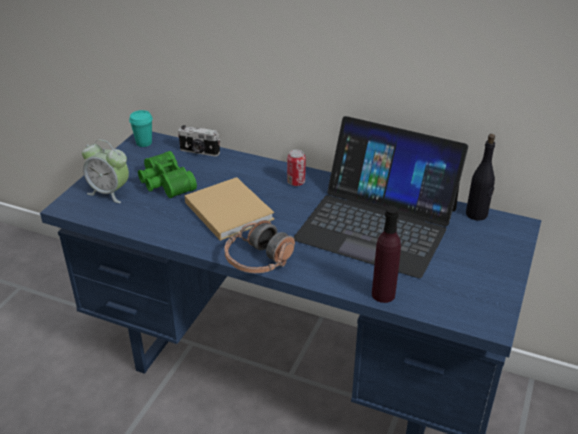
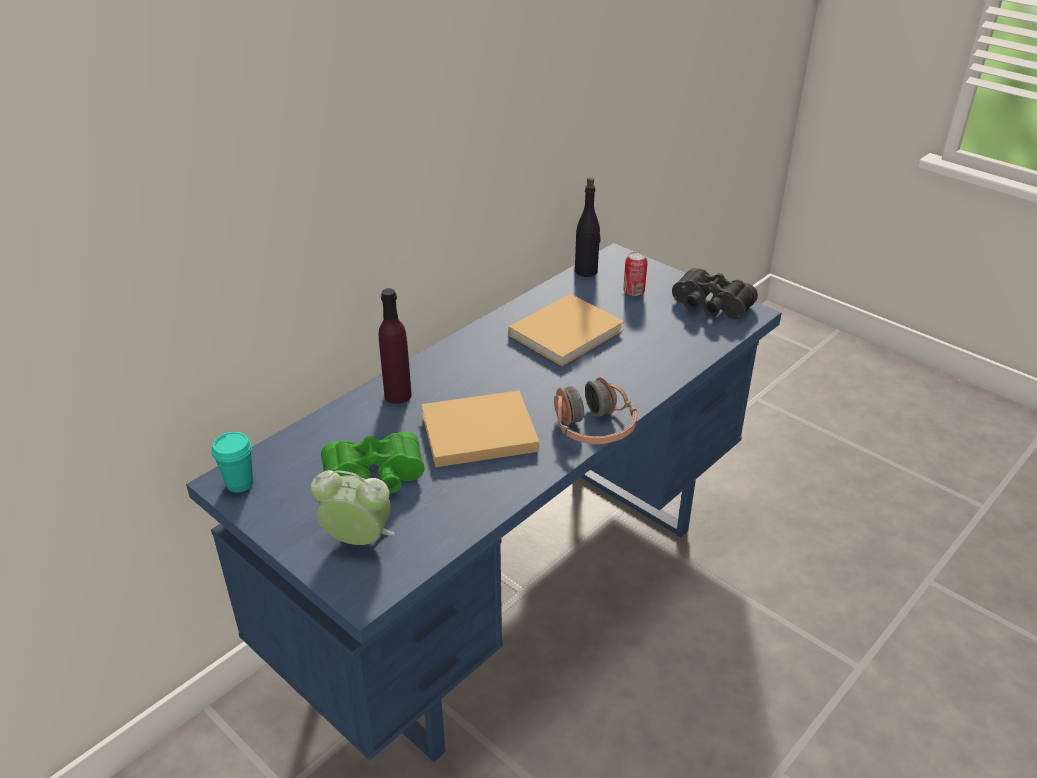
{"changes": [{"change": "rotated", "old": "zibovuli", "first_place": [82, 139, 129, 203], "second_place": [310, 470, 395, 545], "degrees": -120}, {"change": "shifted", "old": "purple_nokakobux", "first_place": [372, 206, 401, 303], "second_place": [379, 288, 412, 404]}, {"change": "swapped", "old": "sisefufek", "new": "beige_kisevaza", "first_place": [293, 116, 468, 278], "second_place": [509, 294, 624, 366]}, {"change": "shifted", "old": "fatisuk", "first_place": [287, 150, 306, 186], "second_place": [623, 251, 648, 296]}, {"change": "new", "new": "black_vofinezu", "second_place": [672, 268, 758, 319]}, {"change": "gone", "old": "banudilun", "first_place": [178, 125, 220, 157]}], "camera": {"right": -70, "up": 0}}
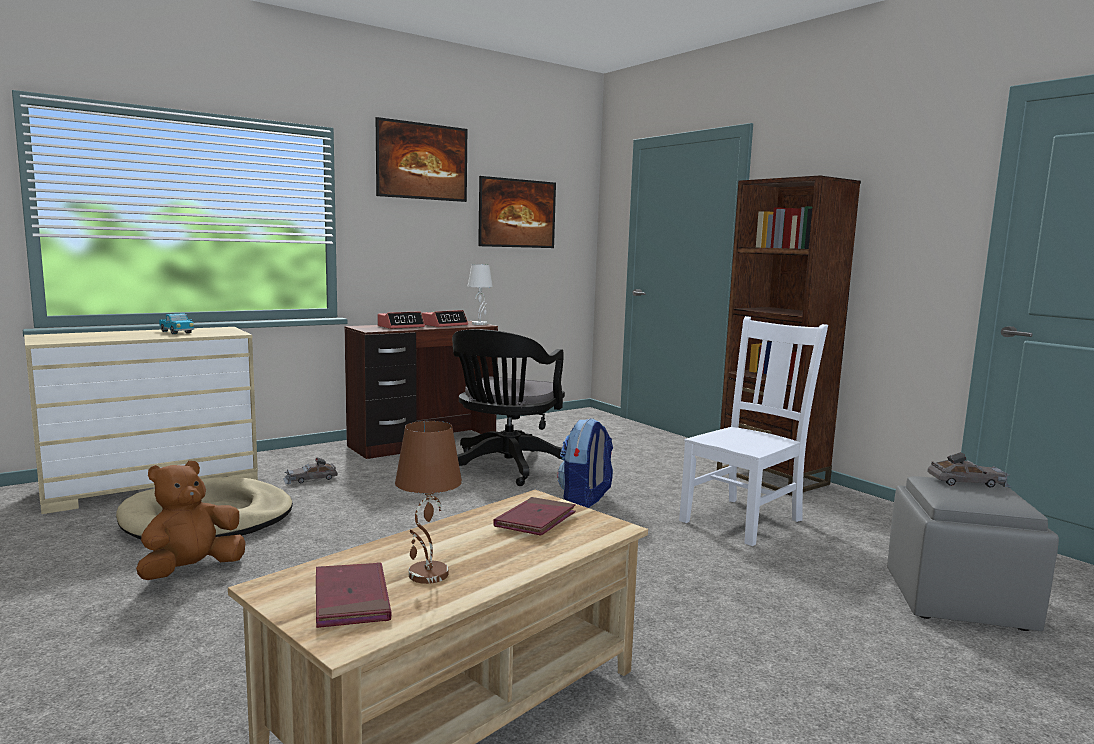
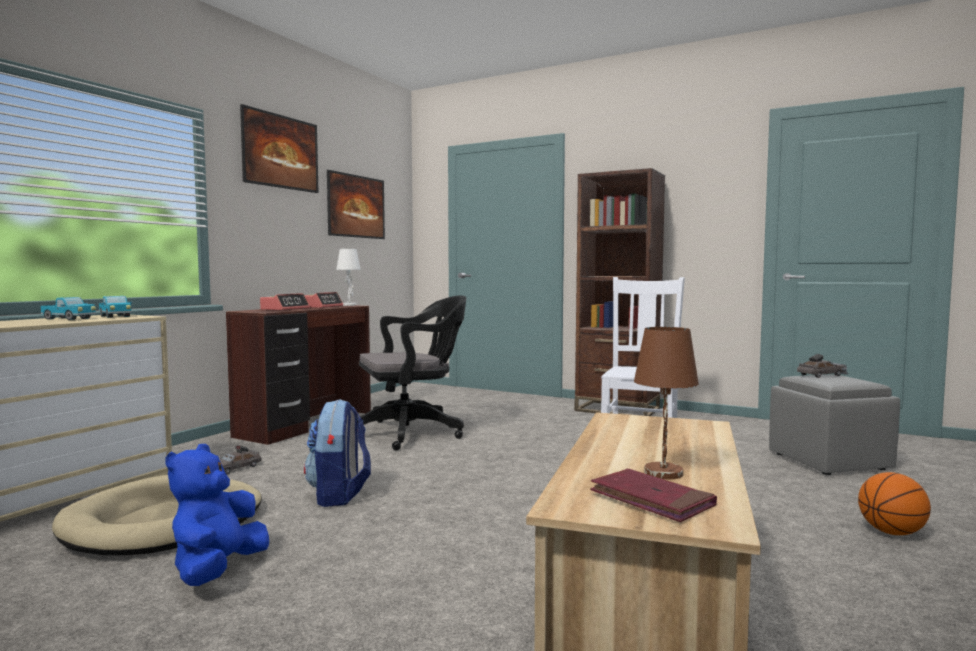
{"changes": [{"change": "new", "new": "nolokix", "second_place": [99, 296, 132, 318]}, {"change": "repainted", "old": "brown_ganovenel", "new": "blue_ganovenel", "first_place": [136, 461, 245, 580], "second_place": [165, 444, 269, 586]}, {"change": "shifted", "old": "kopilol", "first_place": [558, 418, 613, 508], "second_place": [304, 399, 371, 507]}, {"change": "rotated", "old": "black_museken", "first_place": [452, 329, 565, 486], "second_place": [357, 296, 466, 450], "degrees": -105}, {"change": "new", "new": "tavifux", "second_place": [858, 472, 931, 535]}, {"change": "gone", "old": "red_kisevaza", "first_place": [494, 497, 576, 536]}], "camera": {"right": -25, "up": -5}}
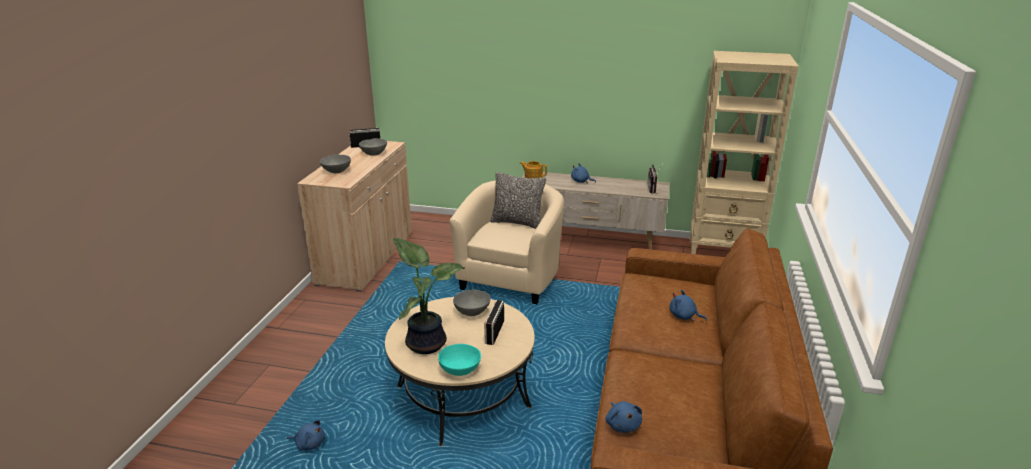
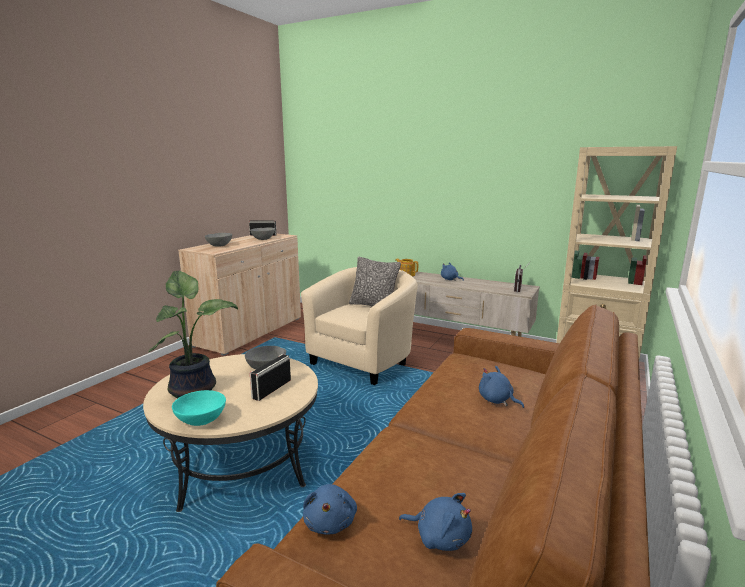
{"changes": [{"change": "shifted", "old": "blue_ganovenel", "first_place": [287, 420, 325, 451], "second_place": [399, 493, 472, 551]}], "camera": {"right": 15, "up": -10}}
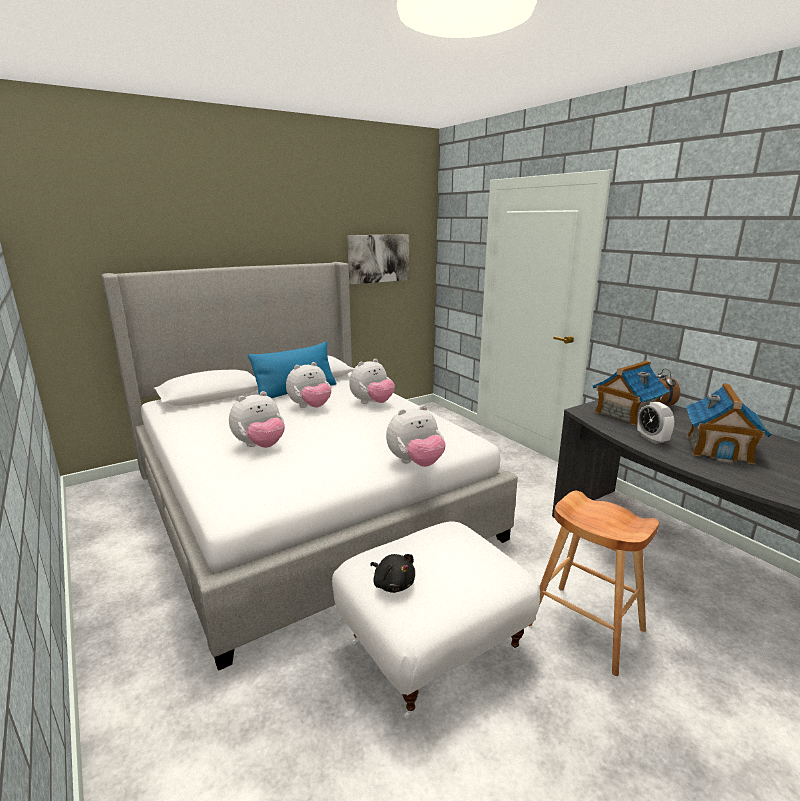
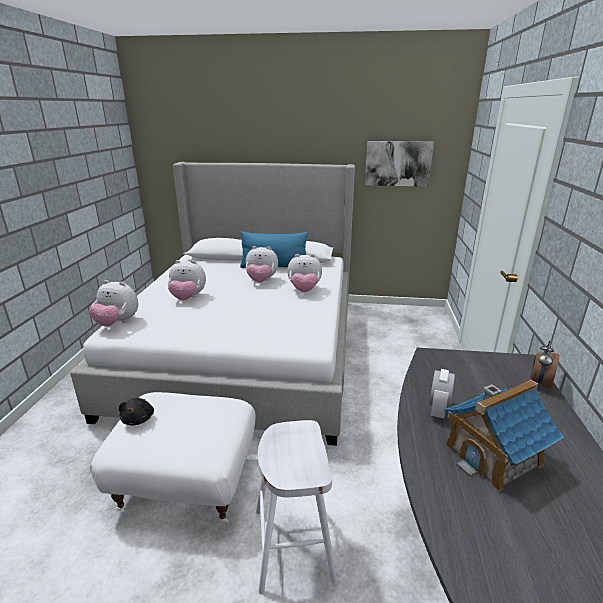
{"changes": [{"change": "shifted", "old": "ganovenel", "first_place": [386, 405, 446, 467], "second_place": [89, 280, 138, 327]}, {"change": "repainted", "old": "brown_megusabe", "new": "white_megusabe", "first_place": [529, 491, 659, 676], "second_place": [256, 420, 337, 594]}, {"change": "gone", "old": "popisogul", "first_place": [593, 360, 669, 426]}], "camera": {"right": 40, "up": 5}}
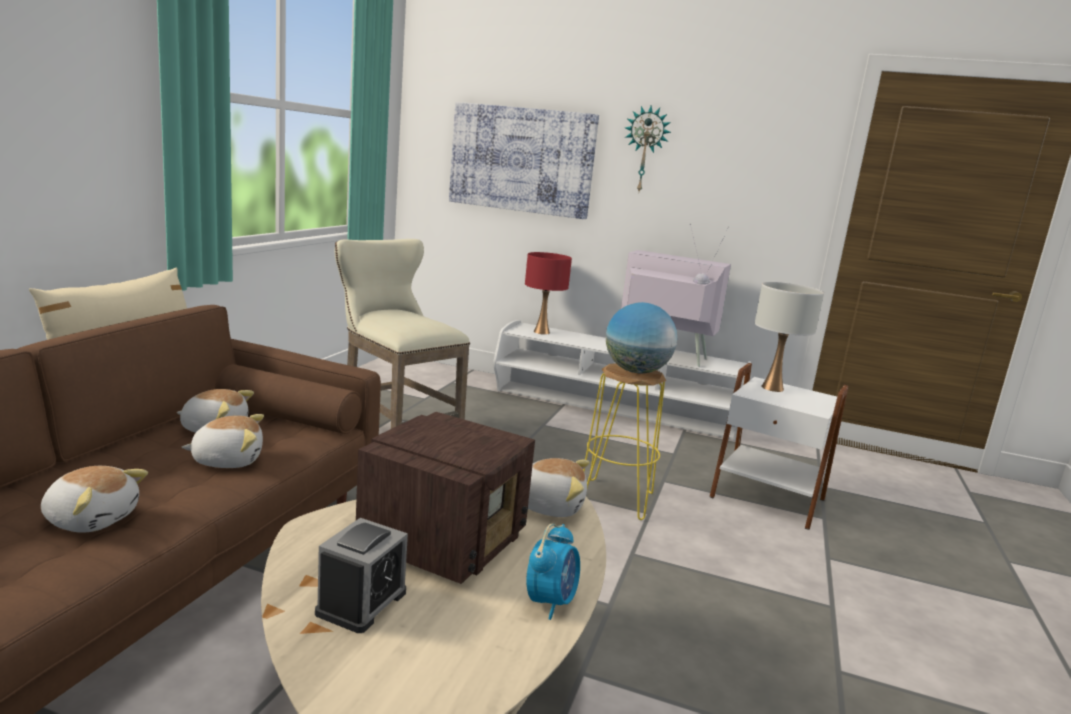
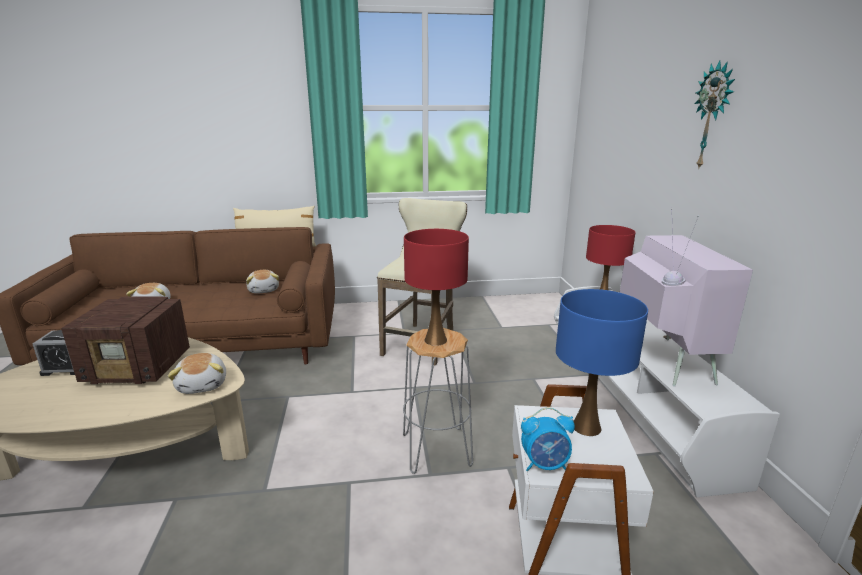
{"changes": [{"change": "repainted", "old": "yellow_megusabe", "new": "grey_megusabe", "first_place": [583, 363, 666, 520], "second_place": [403, 328, 473, 474]}, {"change": "swapped", "old": "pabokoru", "new": "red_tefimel", "first_place": [606, 302, 677, 374], "second_place": [404, 229, 469, 346]}, {"change": "shifted", "old": "zibovuli", "first_place": [526, 524, 580, 620], "second_place": [521, 407, 575, 471]}, {"change": "repainted", "old": "white_tefimel", "new": "blue_tefimel", "first_place": [755, 282, 824, 392], "second_place": [556, 289, 648, 436]}, {"change": "gone", "old": "ganovenel", "first_place": [181, 414, 264, 468]}, {"change": "gone", "old": "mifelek", "first_place": [449, 102, 599, 219]}], "camera": {"right": 65, "up": 5}}
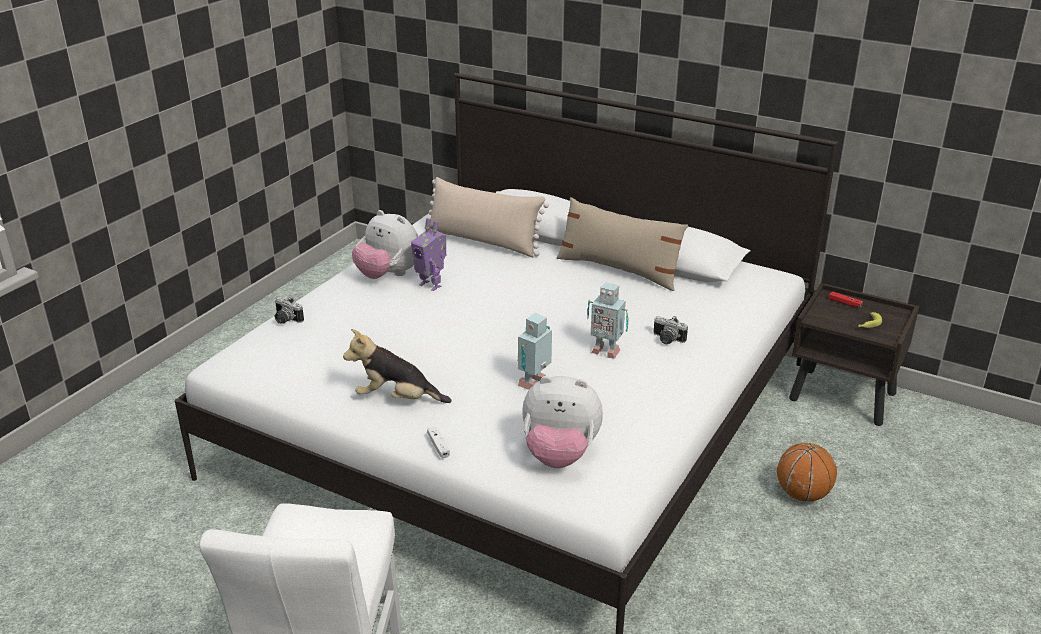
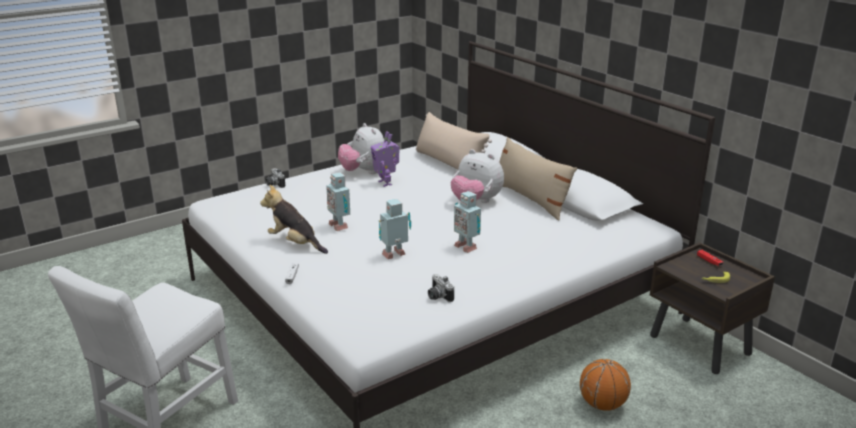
{"changes": [{"change": "new", "new": "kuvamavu", "second_place": [326, 172, 350, 231]}, {"change": "shifted", "old": "banudilun", "first_place": [654, 316, 688, 344], "second_place": [428, 274, 454, 302]}, {"change": "shifted", "old": "ganovenel", "first_place": [522, 376, 603, 468], "second_place": [451, 149, 504, 203]}], "camera": {"right": 25, "up": -5}}
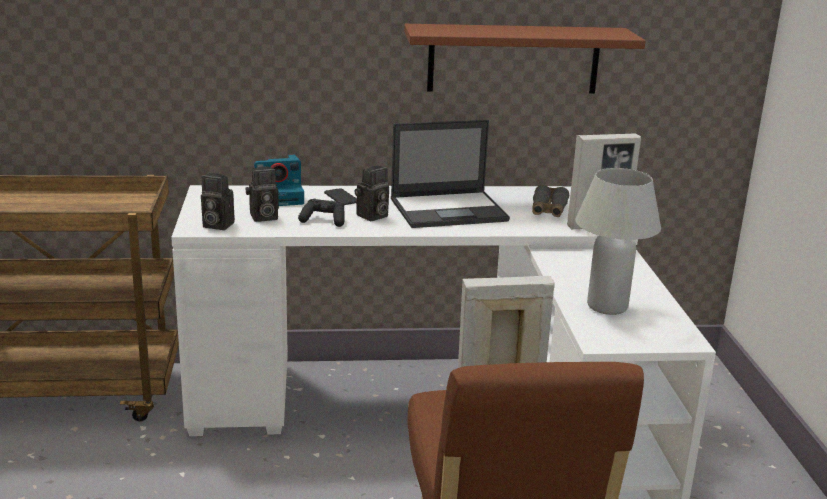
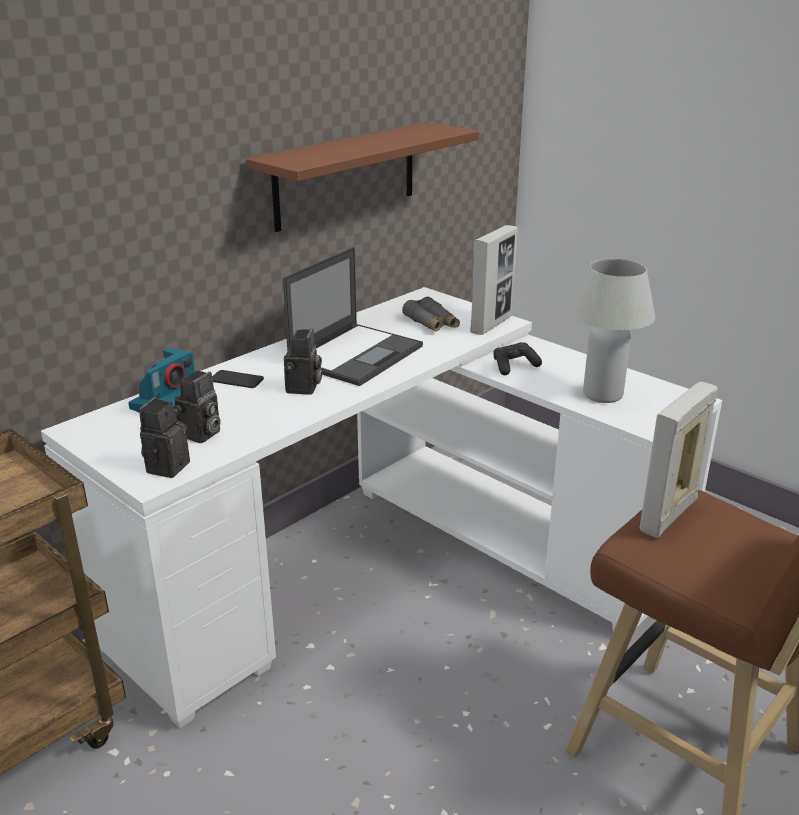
{"changes": [{"change": "rotated", "old": "banudilun", "first_place": [201, 173, 235, 230], "second_place": [139, 397, 190, 478], "degrees": 135}, {"change": "shifted", "old": "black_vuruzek", "first_place": [298, 199, 345, 227], "second_place": [493, 342, 542, 375]}], "camera": {"right": -40, "up": 5}}
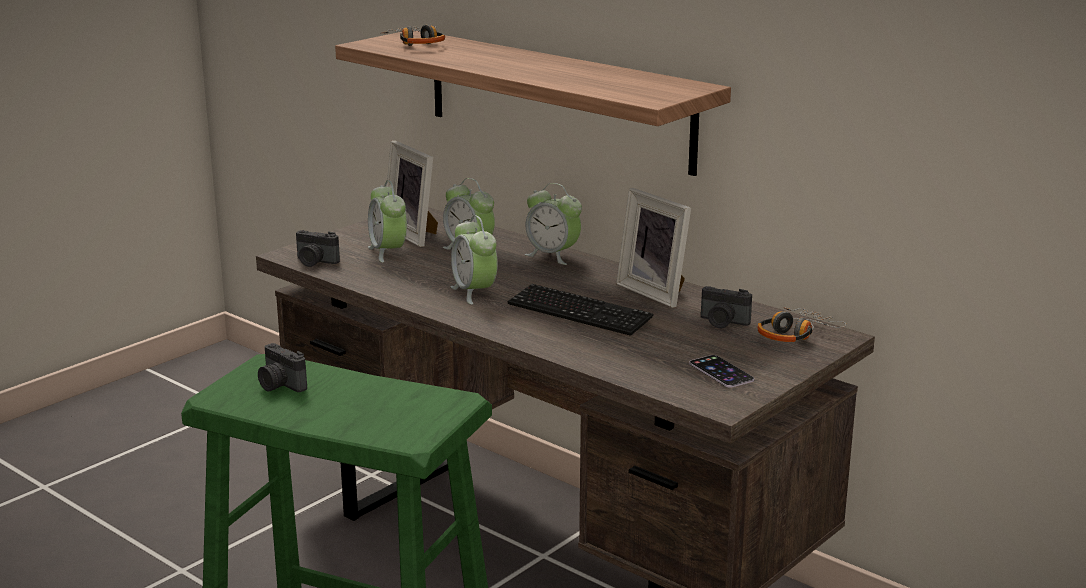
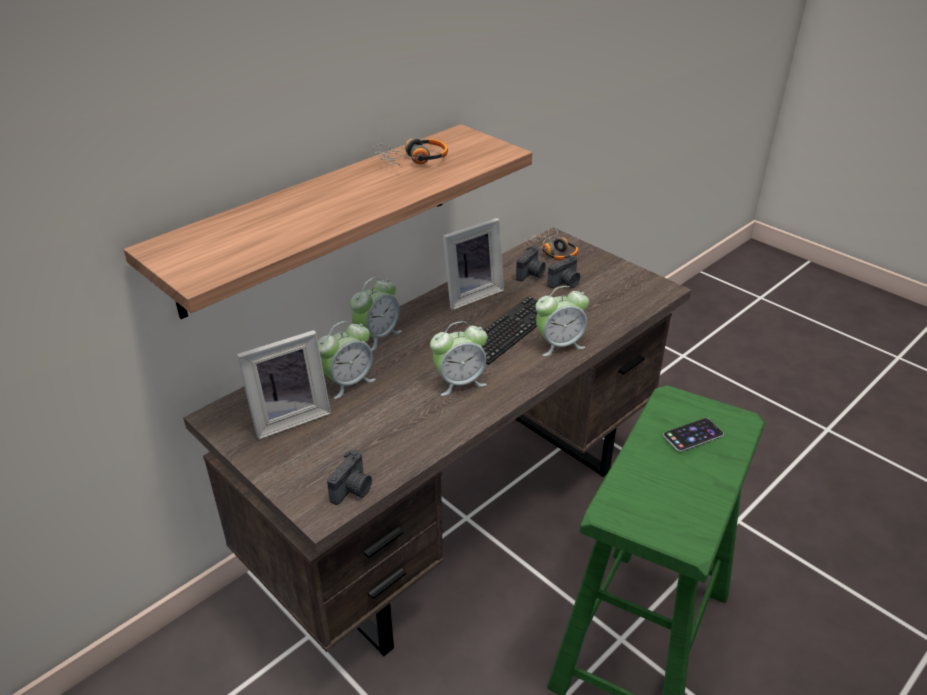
{"changes": [{"change": "shifted", "old": "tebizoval", "first_place": [381, 24, 445, 46], "second_place": [373, 138, 448, 167]}, {"change": "shifted", "old": "zibovuli", "first_place": [368, 180, 407, 263], "second_place": [535, 286, 589, 356]}, {"change": "shifted", "old": "banudilun", "first_place": [258, 343, 307, 392], "second_place": [547, 255, 580, 288]}, {"change": "shifted", "old": "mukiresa", "first_place": [689, 355, 754, 388], "second_place": [663, 418, 724, 452]}], "camera": {"right": -85, "up": 15}}
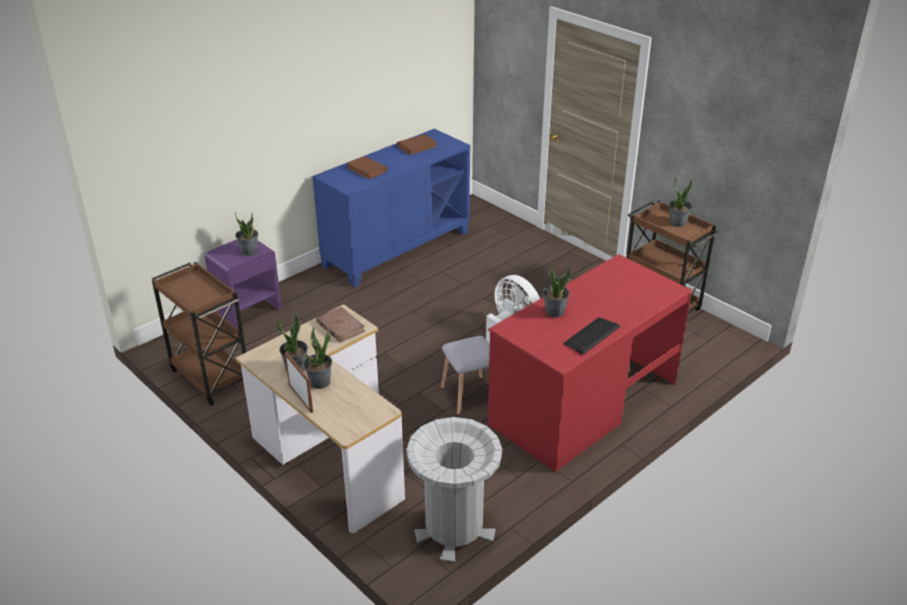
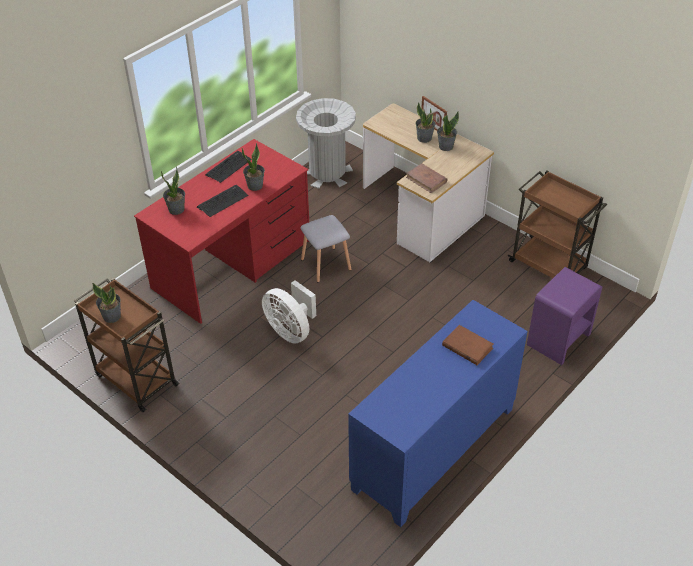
{"changes": [{"change": "shifted", "old": "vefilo", "first_place": [235, 212, 258, 256], "second_place": [161, 167, 185, 215]}, {"change": "new", "new": "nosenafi", "second_place": [197, 185, 248, 217]}, {"change": "gone", "old": "brown_kisevaza", "first_place": [397, 134, 438, 155]}], "camera": {"right": 175, "up": 10}}
